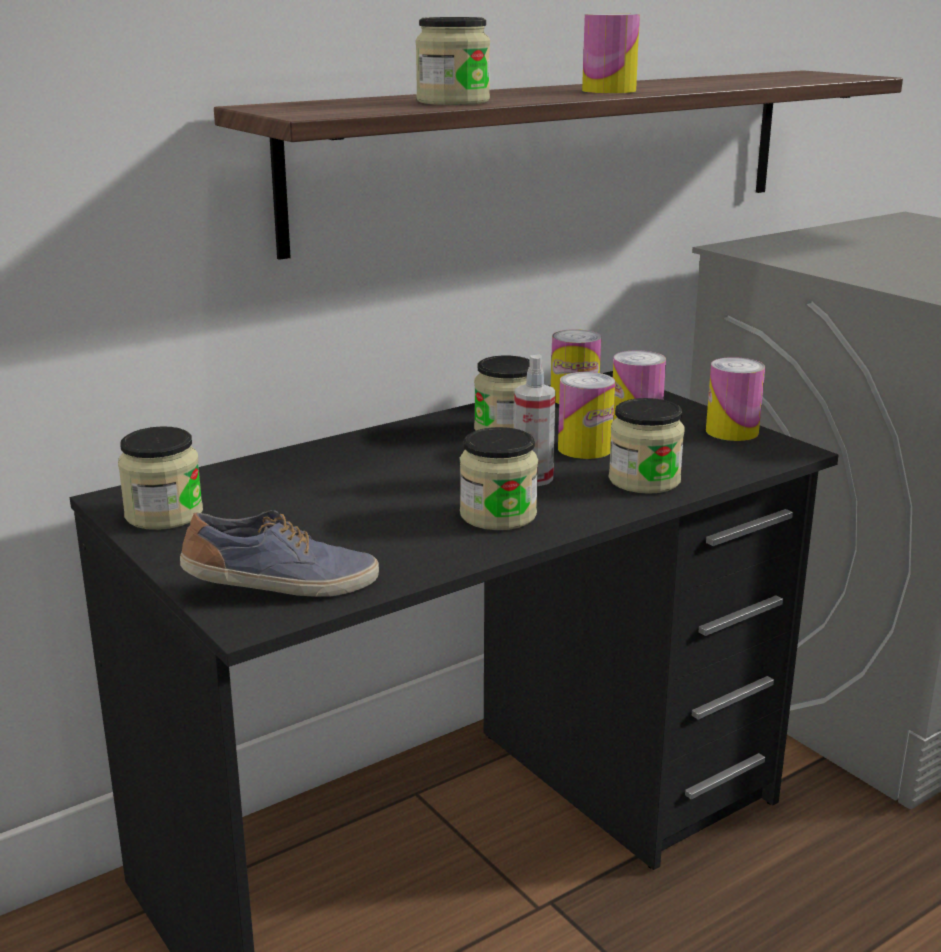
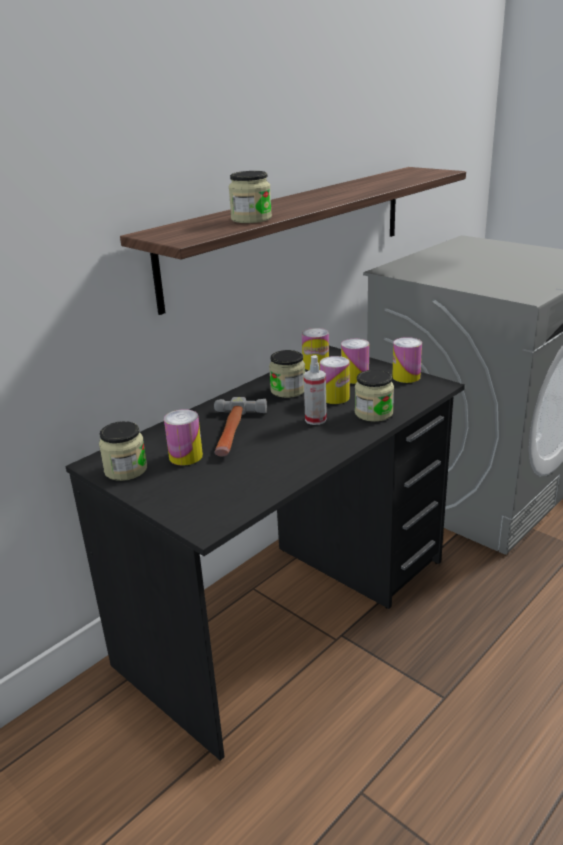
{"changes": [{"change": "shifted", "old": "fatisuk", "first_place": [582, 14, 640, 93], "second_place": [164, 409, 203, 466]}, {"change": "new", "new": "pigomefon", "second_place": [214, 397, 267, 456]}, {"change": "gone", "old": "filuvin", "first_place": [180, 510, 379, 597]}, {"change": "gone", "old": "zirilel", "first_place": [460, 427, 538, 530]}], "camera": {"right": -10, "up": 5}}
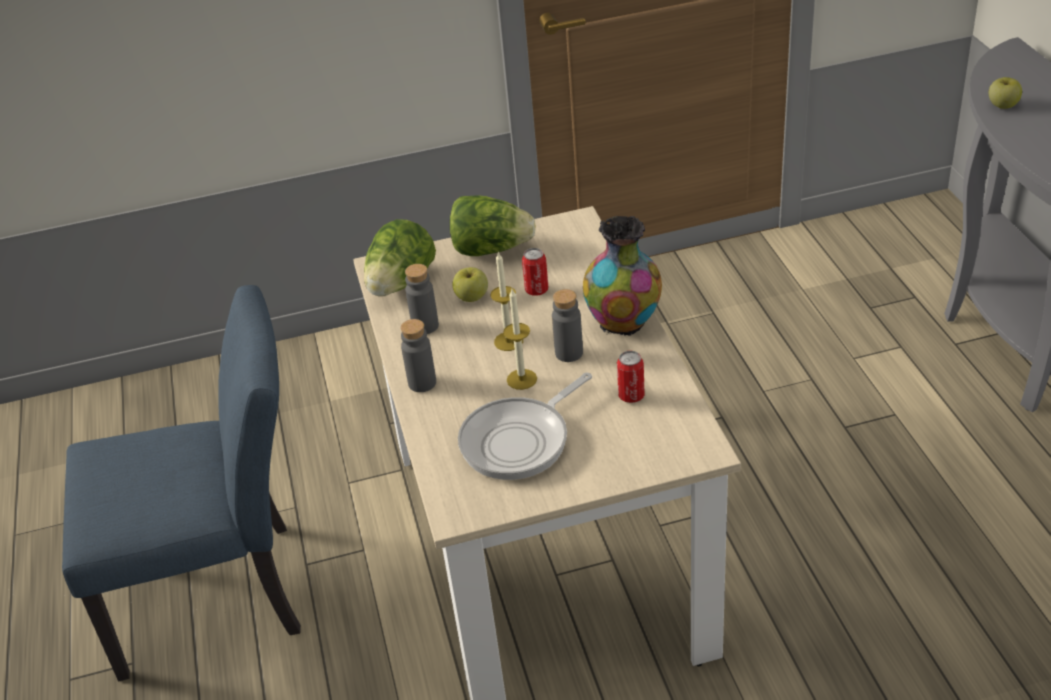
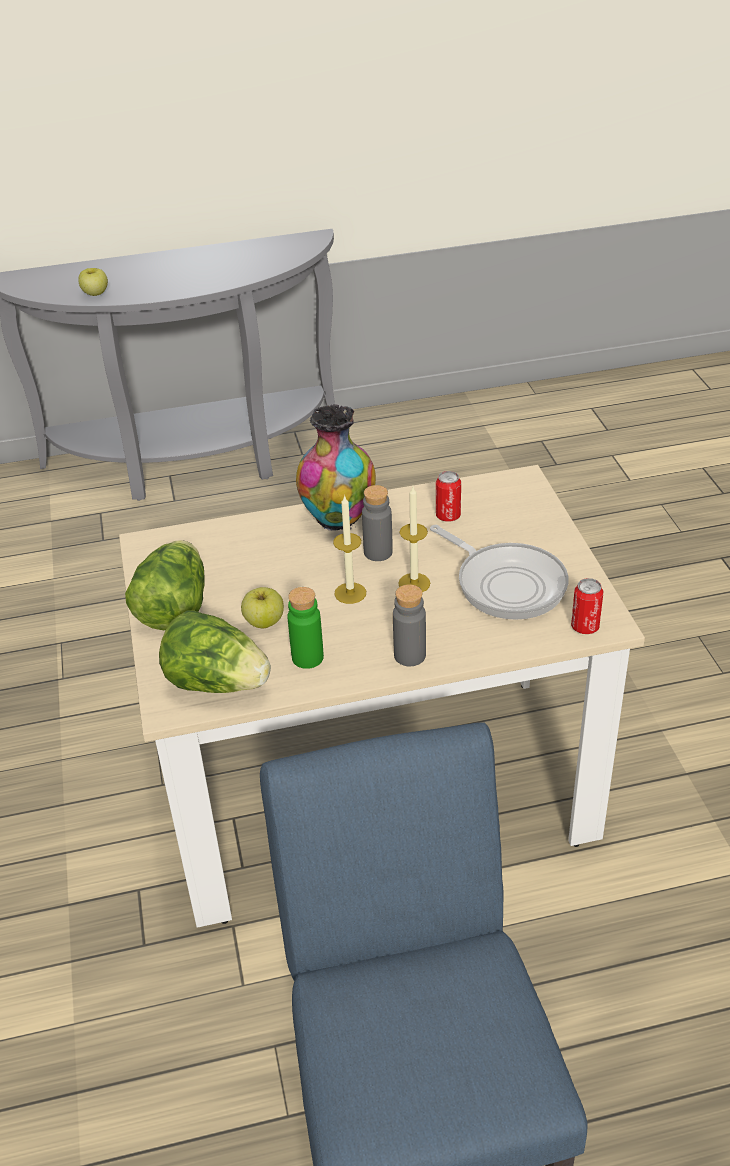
{"changes": [{"change": "repainted", "old": "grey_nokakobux", "new": "green_nokakobux", "first_place": [405, 264, 439, 334], "second_place": [287, 587, 324, 669]}, {"change": "shifted", "old": "fatisuk", "first_place": [522, 248, 549, 296], "second_place": [571, 578, 603, 634]}], "camera": {"right": -90, "up": 0}}
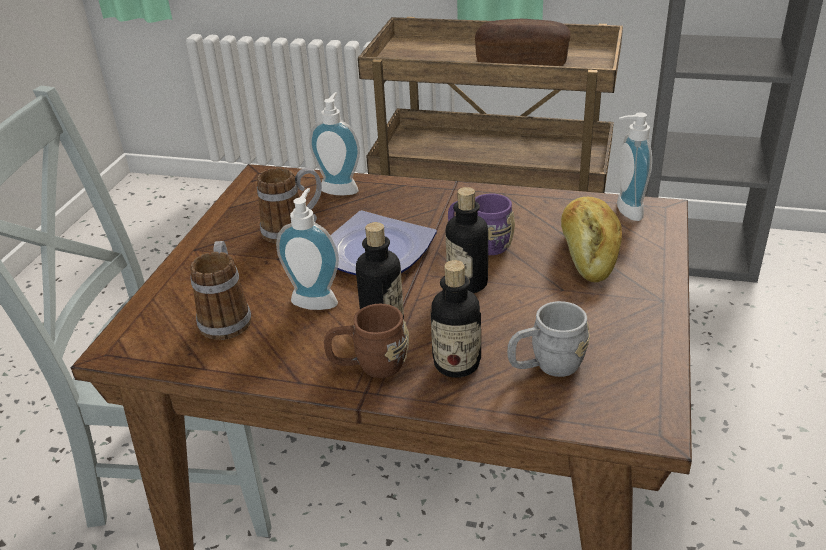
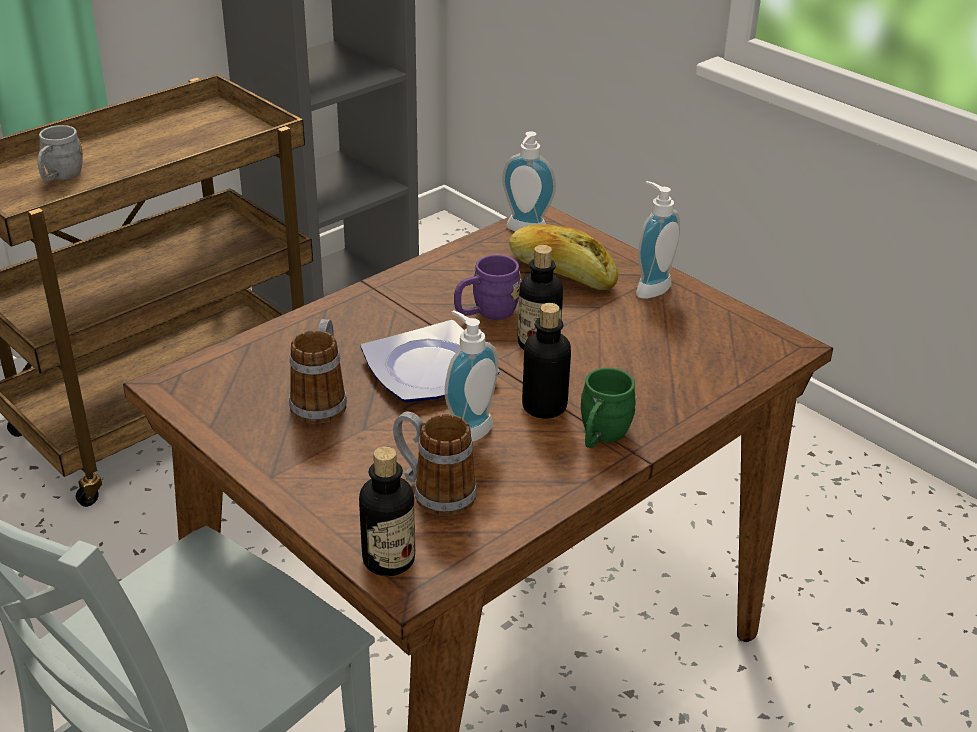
{"changes": [{"change": "shifted", "old": "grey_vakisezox", "first_place": [507, 301, 590, 377], "second_place": [37, 125, 83, 181]}, {"change": "shifted", "old": "nokakobux", "first_place": [430, 260, 481, 378], "second_place": [359, 446, 415, 576]}, {"change": "repainted", "old": "brown_vakisezox", "new": "green_vakisezox", "first_place": [324, 304, 409, 378], "second_place": [581, 368, 637, 448]}, {"change": "shifted", "old": "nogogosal", "first_place": [309, 92, 360, 195], "second_place": [636, 181, 680, 299]}, {"change": "gone", "old": "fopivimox", "first_place": [475, 19, 571, 66]}], "camera": {"right": -60, "up": 0}}
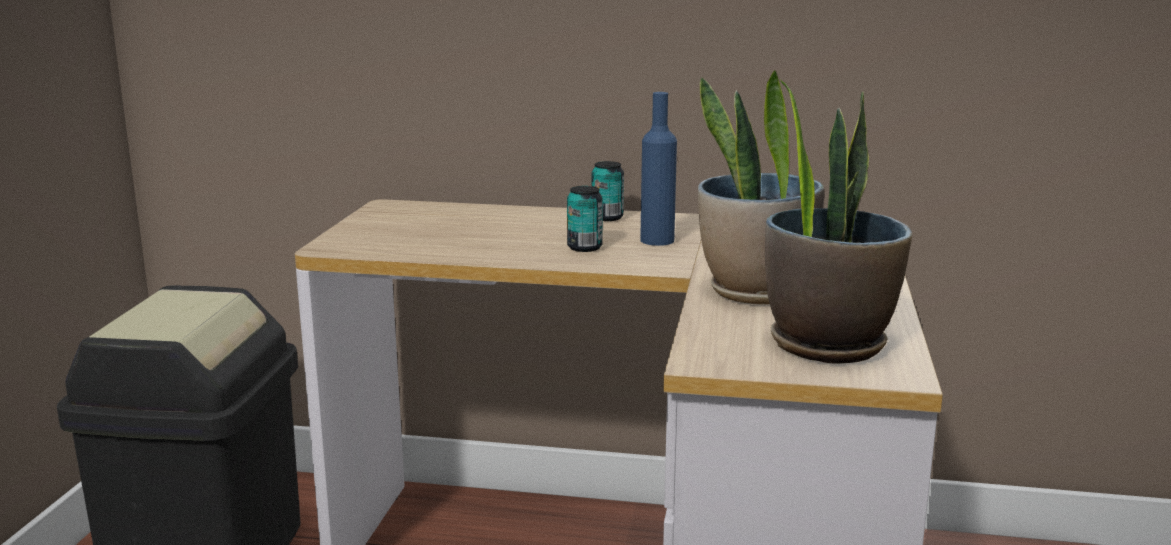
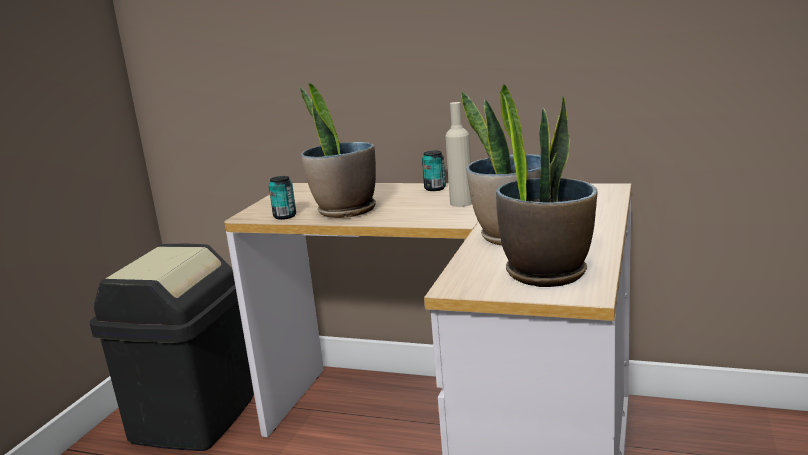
{"changes": [{"change": "shifted", "old": "fatisuk", "first_place": [567, 186, 603, 252], "second_place": [269, 176, 296, 220]}, {"change": "new", "new": "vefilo", "second_place": [300, 83, 376, 218]}, {"change": "repainted", "old": "blue_nokakobux", "new": "beige_nokakobux", "first_place": [640, 92, 677, 246], "second_place": [445, 102, 472, 207]}], "camera": {"right": 10, "up": 0}}
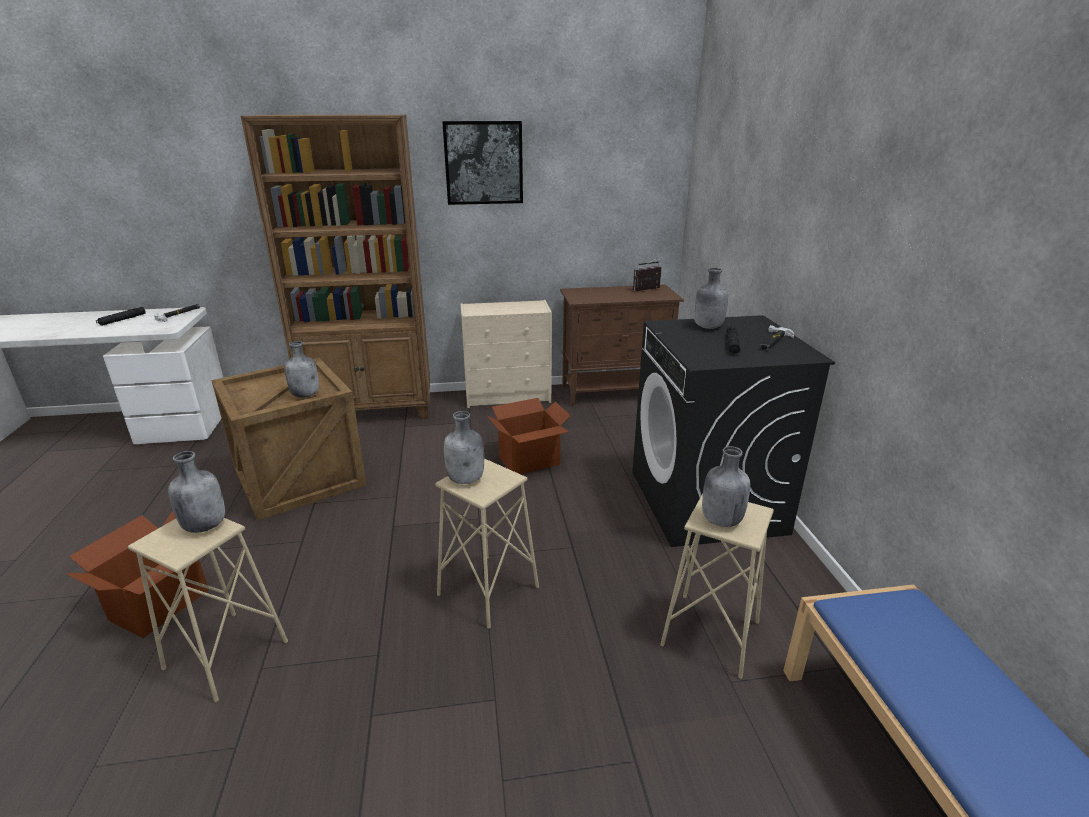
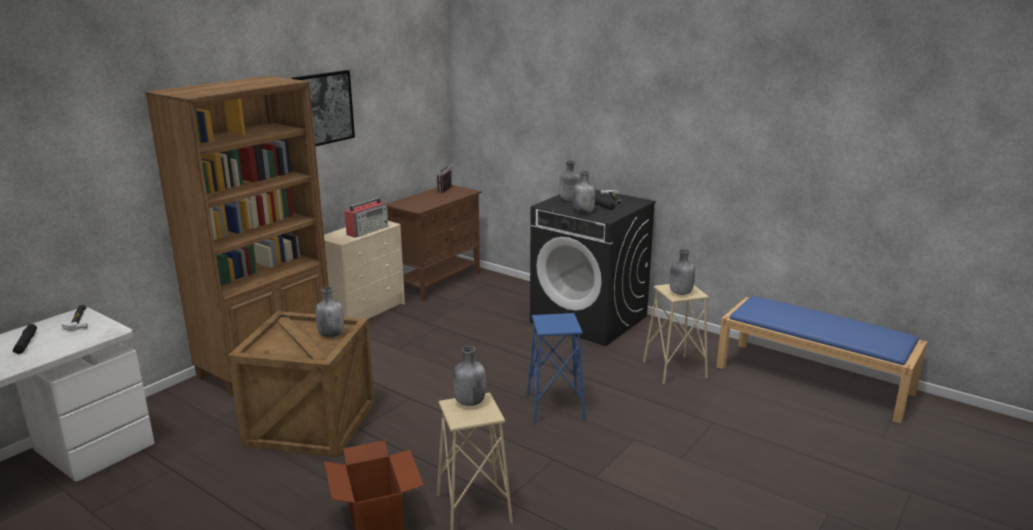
{"changes": [{"change": "new", "new": "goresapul", "second_place": [345, 198, 388, 238]}, {"change": "repainted", "old": "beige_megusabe", "new": "blue_megusabe", "first_place": [435, 458, 539, 629], "second_place": [527, 313, 585, 424]}, {"change": "shifted", "old": "grey_nokakobux", "first_place": [444, 411, 484, 484], "second_place": [573, 171, 595, 214]}, {"change": "gone", "old": "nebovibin", "first_place": [487, 398, 571, 474]}], "camera": {"right": -45, "up": -5}}
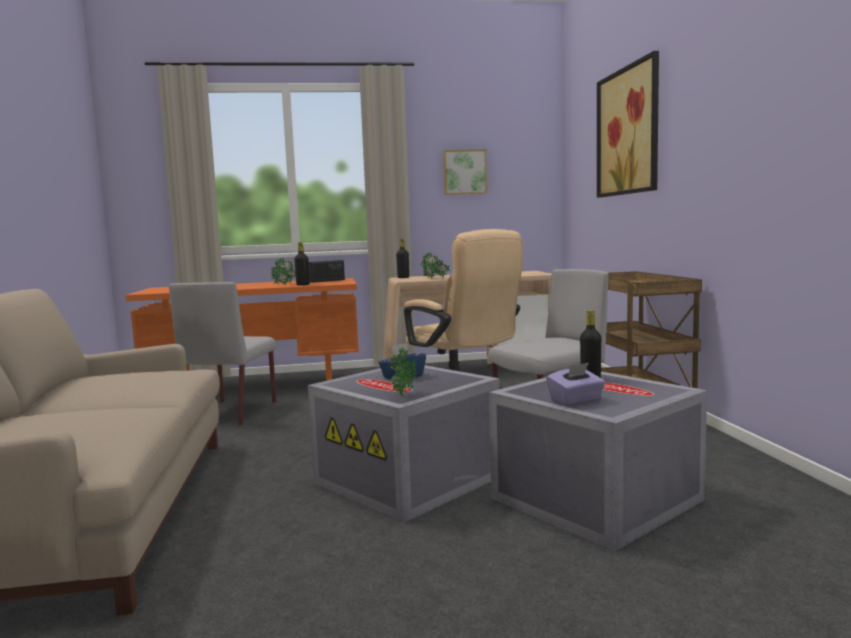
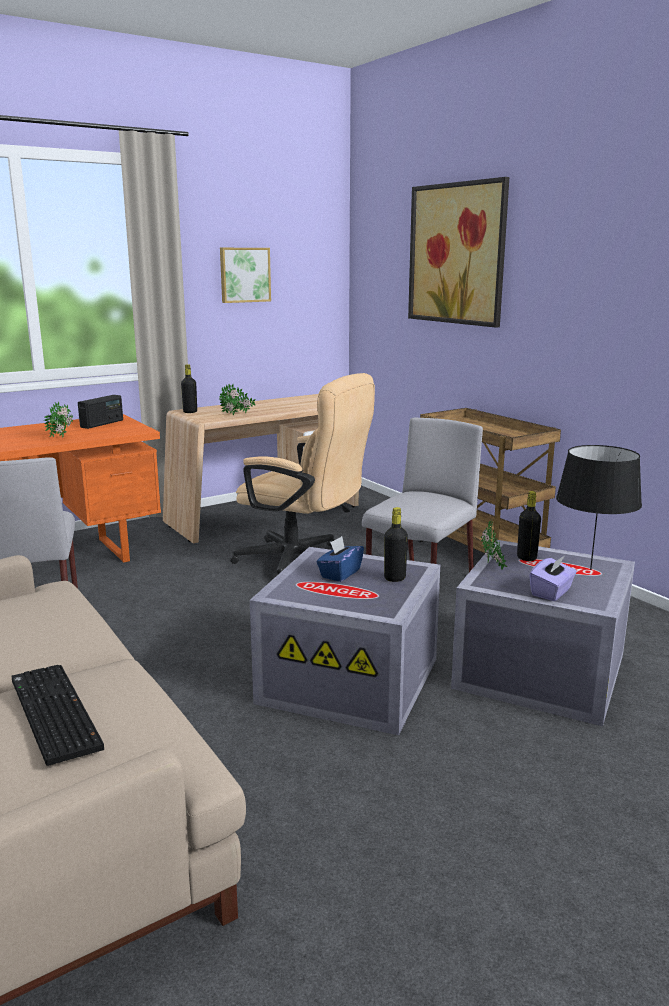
{"changes": [{"change": "new", "new": "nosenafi", "second_place": [12, 665, 104, 766]}, {"change": "shifted", "old": "black_nokakobux", "first_place": [294, 242, 309, 286], "second_place": [384, 507, 408, 582]}, {"change": "shifted", "old": "vefilo", "first_place": [389, 347, 418, 398], "second_place": [481, 519, 508, 570]}, {"change": "new", "new": "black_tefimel", "second_place": [556, 445, 642, 570]}], "camera": {"right": -25, "up": 10}}
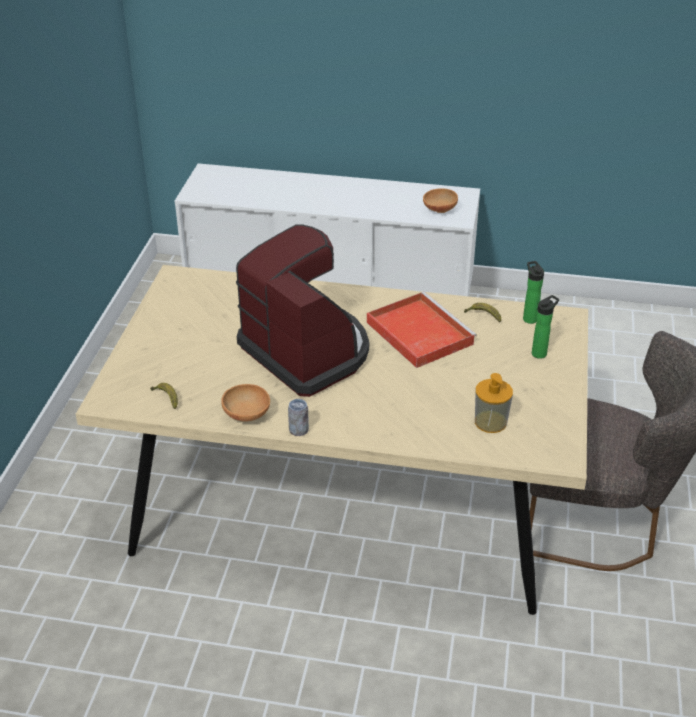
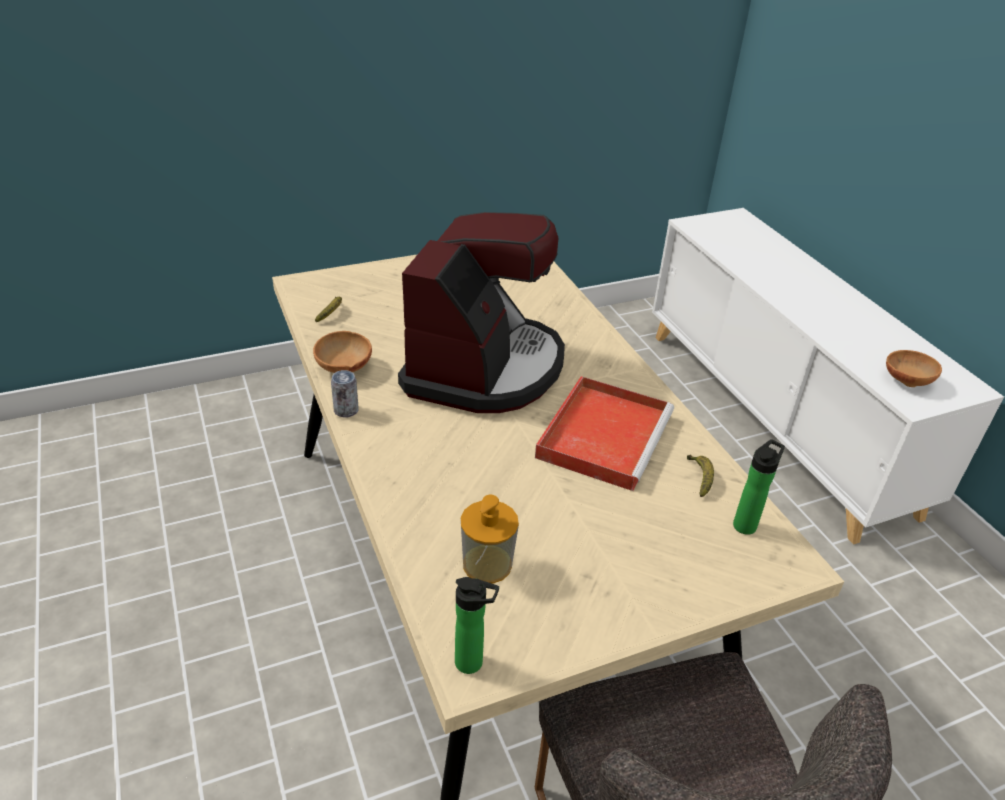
{"changes": [{"change": "shifted", "old": "nokakobux", "first_place": [532, 295, 559, 359], "second_place": [455, 577, 499, 674]}], "camera": {"right": 55, "up": 0}}
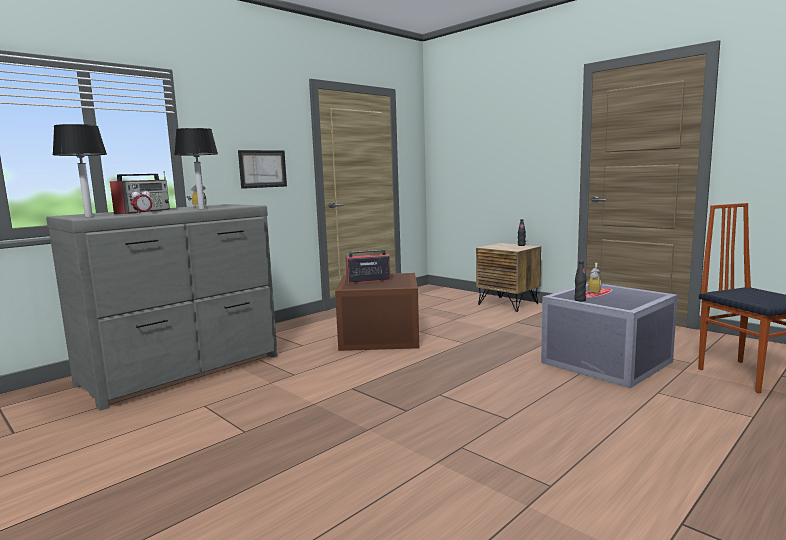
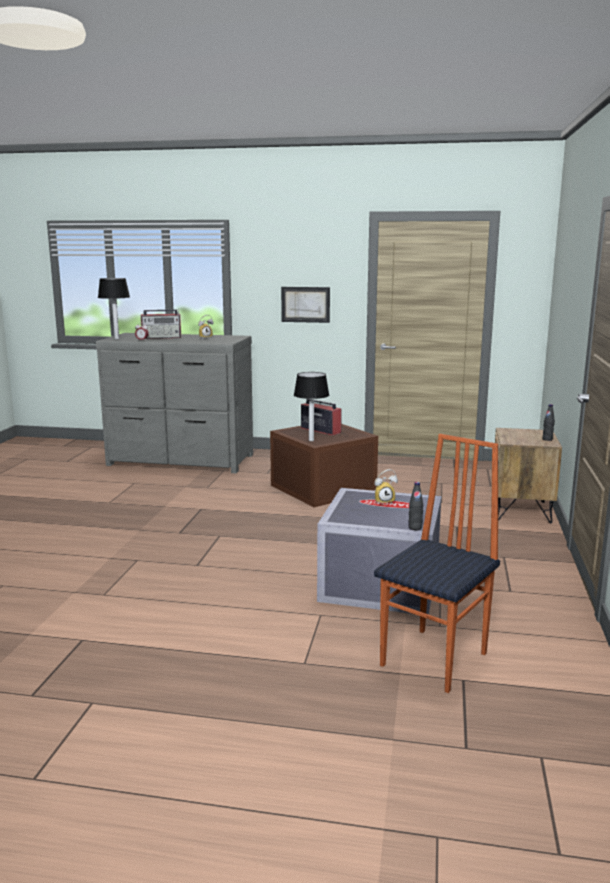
{"changes": [{"change": "shifted", "old": "tefimel", "first_place": [174, 128, 218, 209], "second_place": [294, 372, 329, 441]}, {"change": "shifted", "old": "black_nokakobux", "first_place": [574, 261, 587, 301], "second_place": [408, 482, 423, 530]}], "camera": {"right": 55, "up": 5}}
